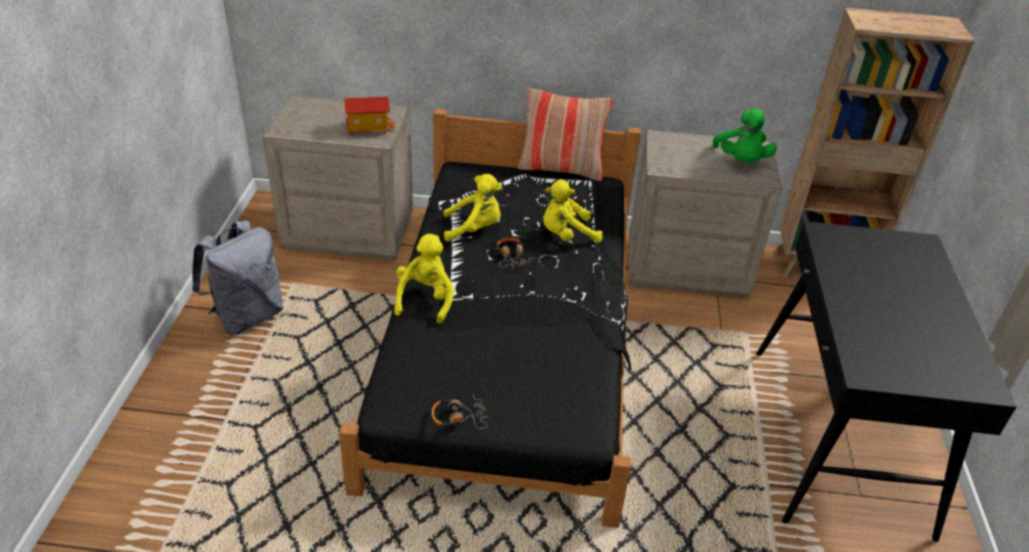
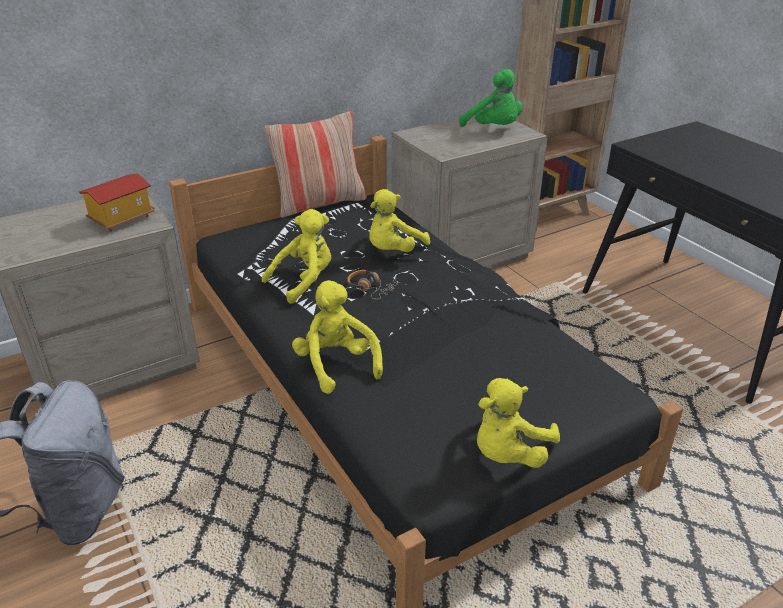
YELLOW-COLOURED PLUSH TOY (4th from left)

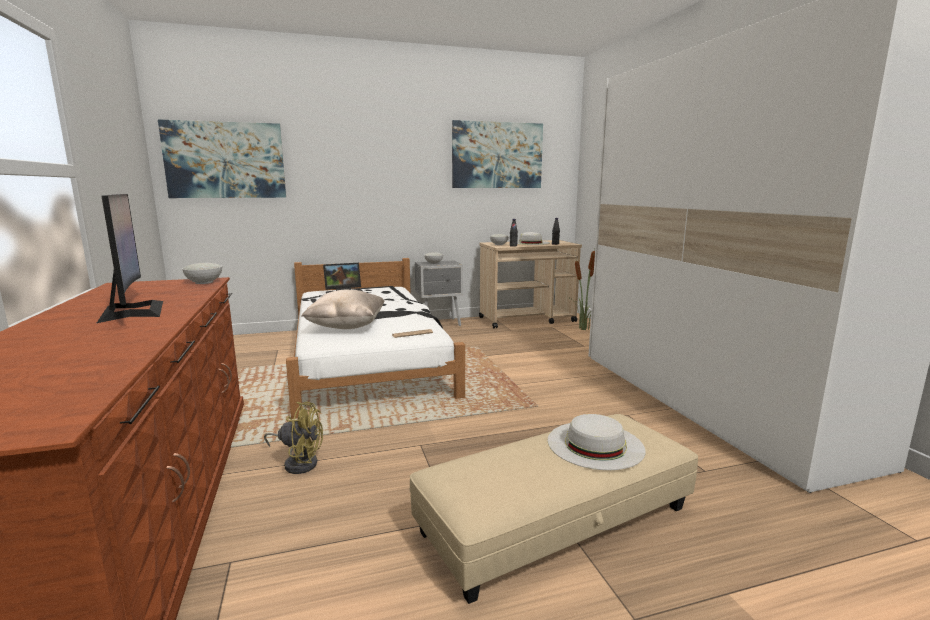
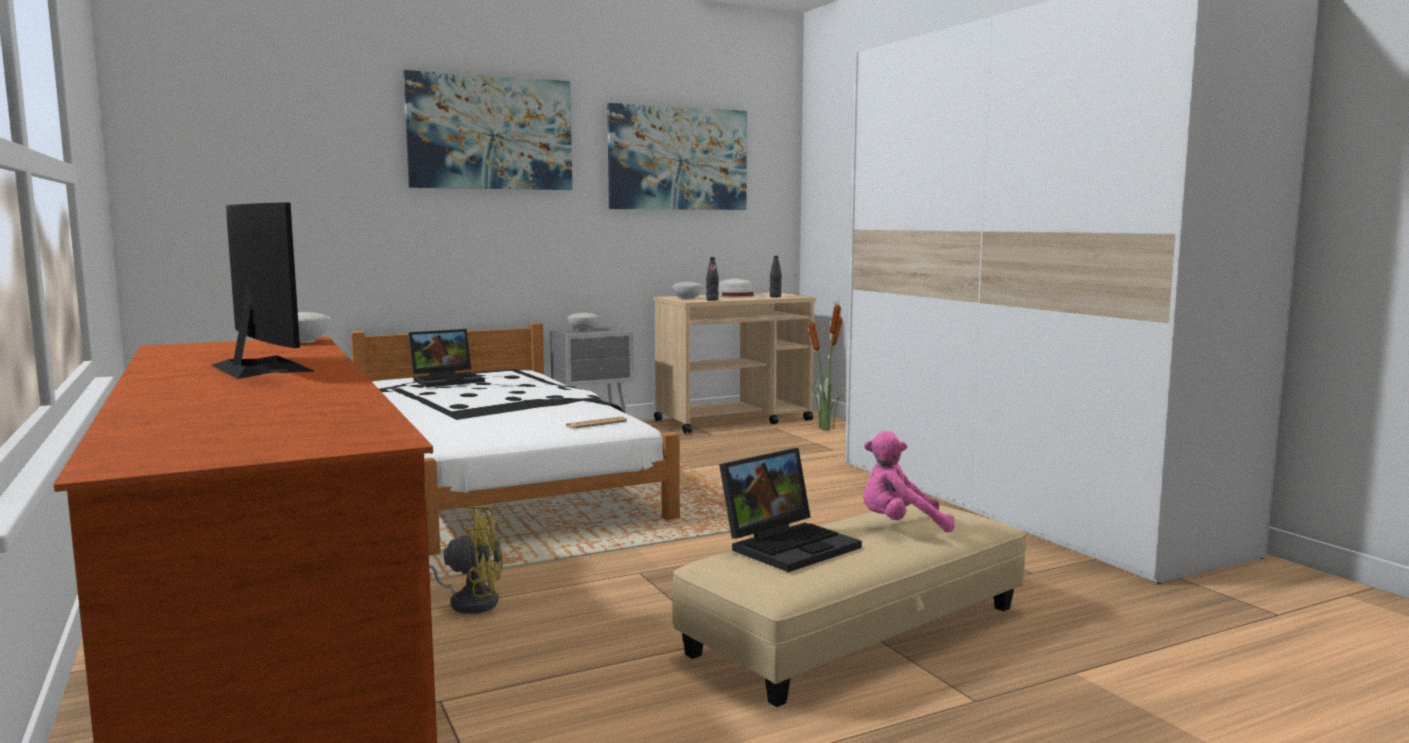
SAND-COLOURED PILLOW; LAPTOP (2nd from left); WALL PICTURE (1st from left); PINK-COLOURED PLUSH TOY

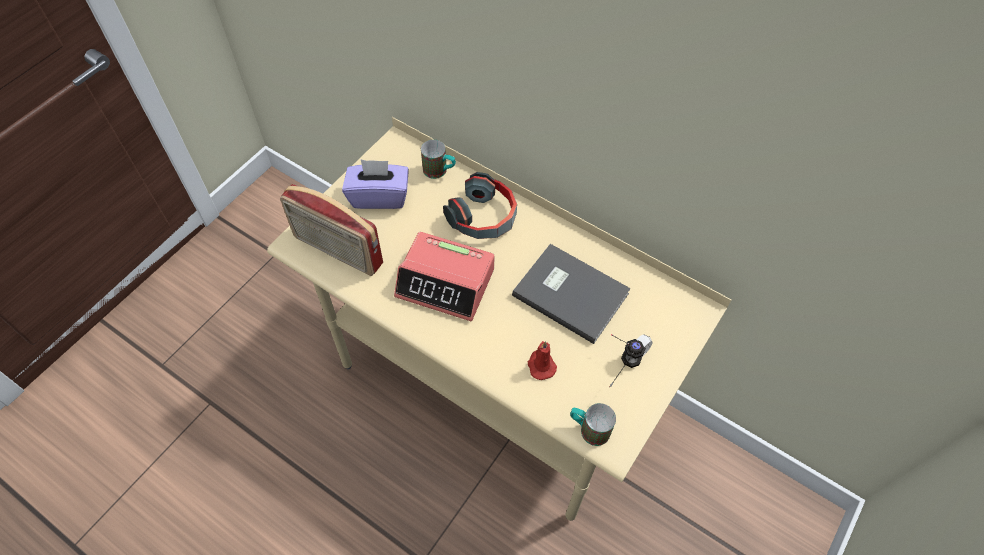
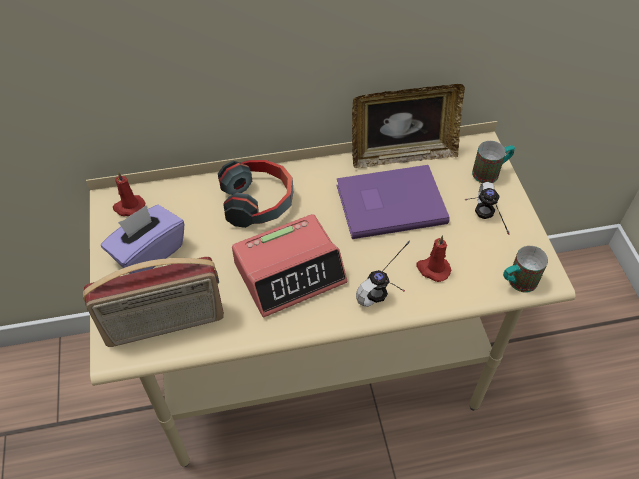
REDDISH CANDLE (1st from left); STANDING FRAME; PAIR OF HEADPHONES (2nd from left); TEA MUG (1st from left); PURPLISH VOLUME

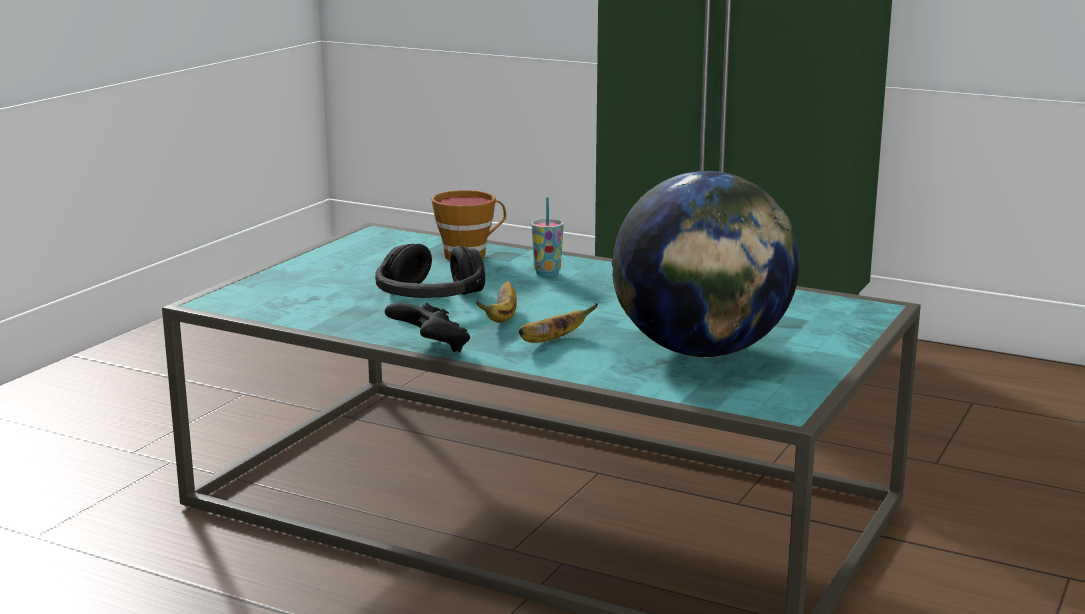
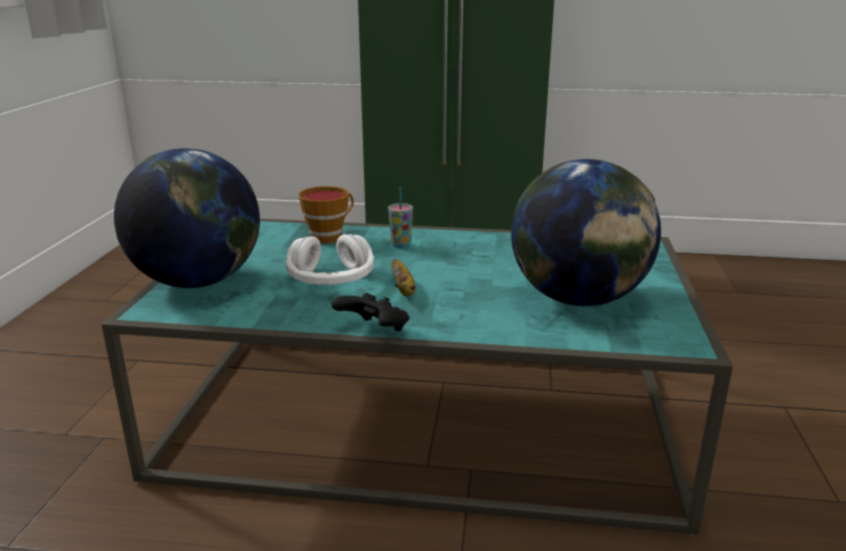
BANANA FRUIT (2nd from left in the first image); GLOBE (1st from left); WHITISH PAIR OF HEADPHONES

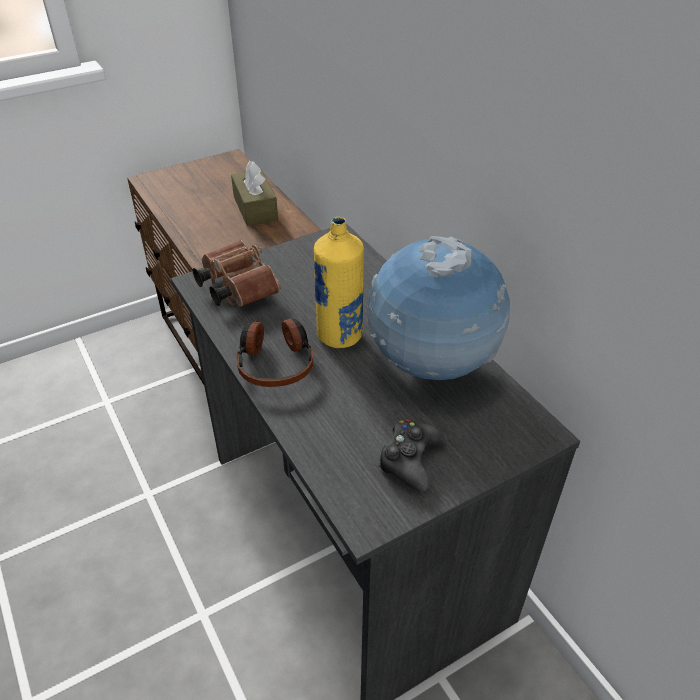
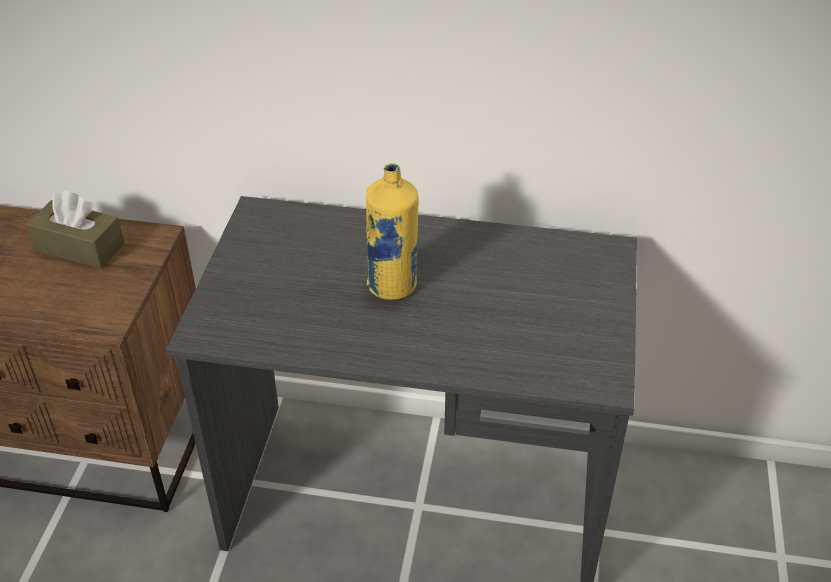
BROWN-COLOURED FIELD GLASSES; PAIR OF HEADPHONES; GLOBE; BLACK-COLOURED GAMEPAD

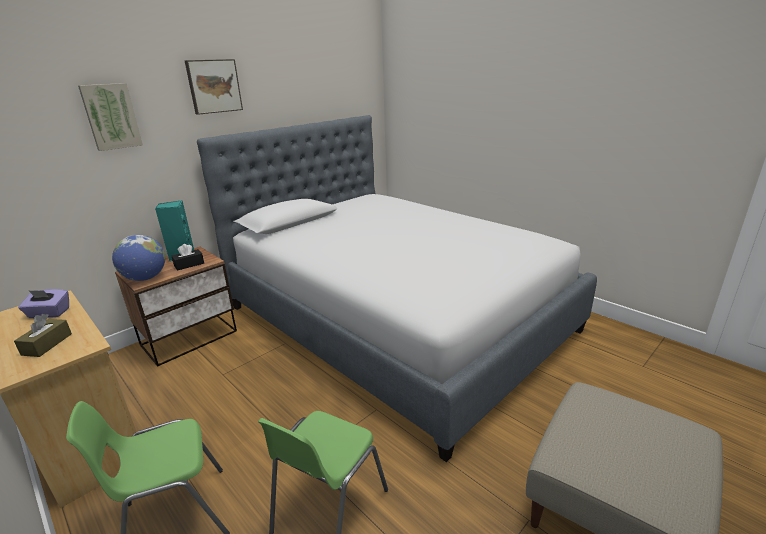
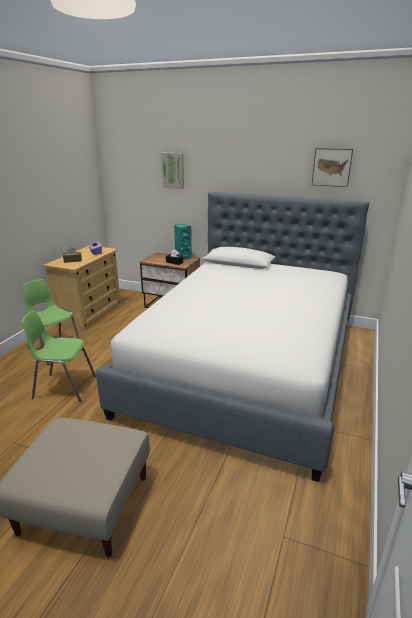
GLOBE; WALL PICTURE (2nd from left)

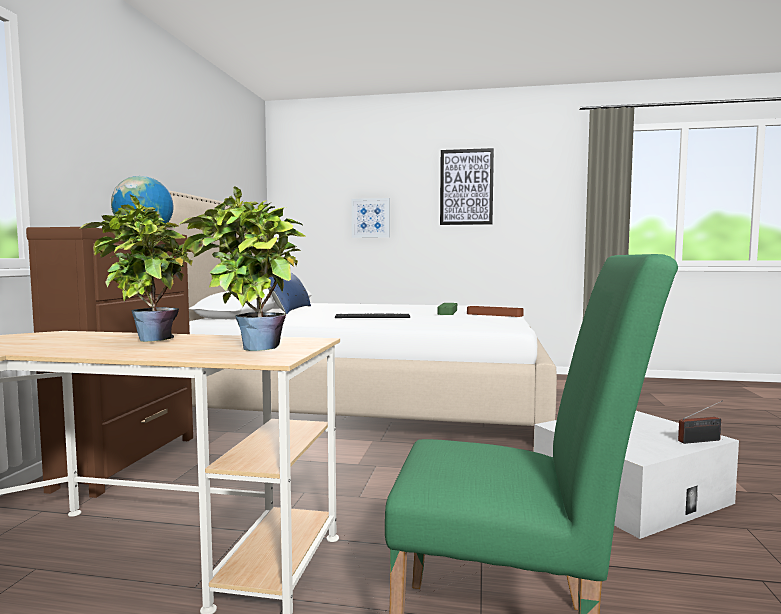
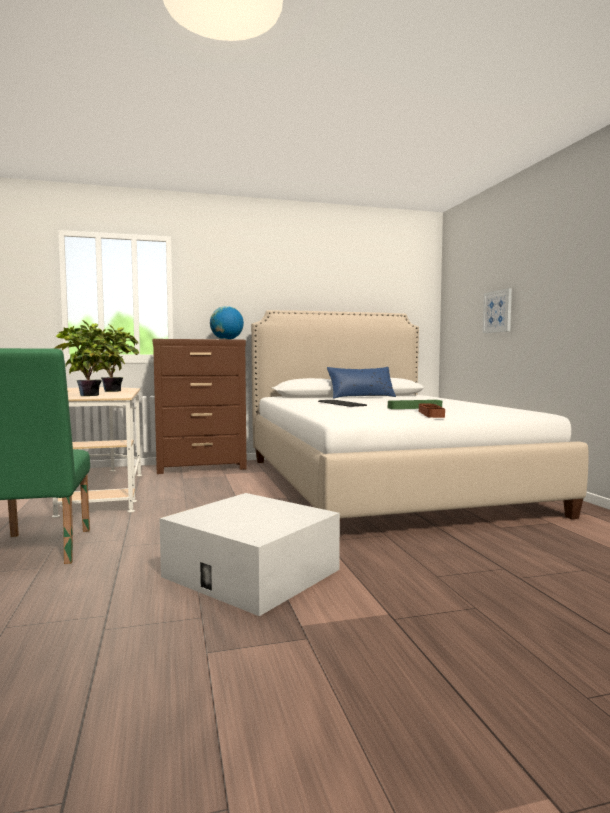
WALL PICTURE (2nd from left in the first image); RADIO SET

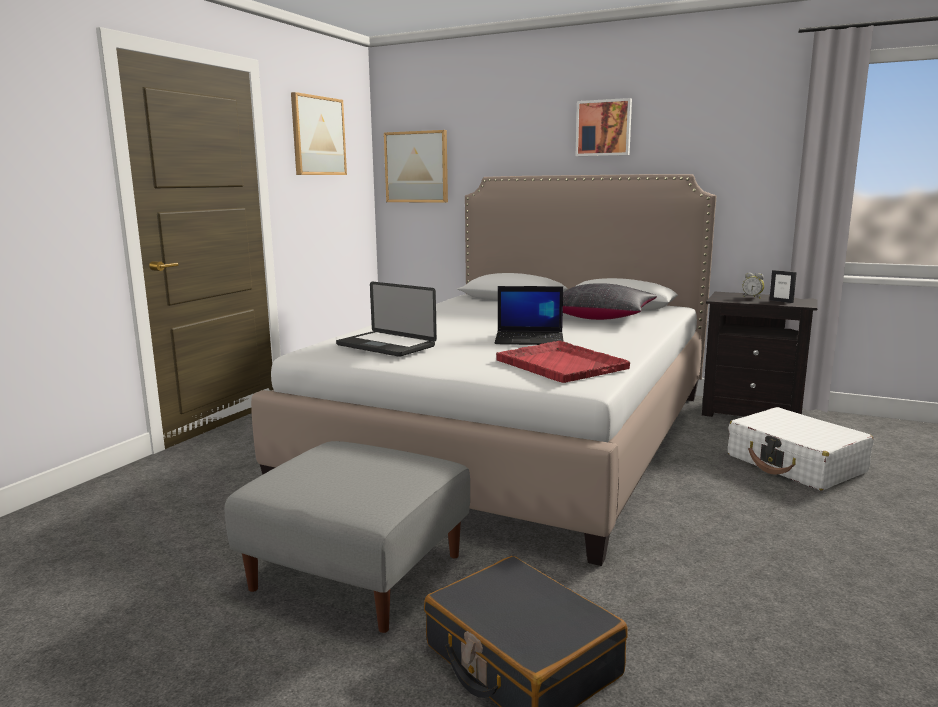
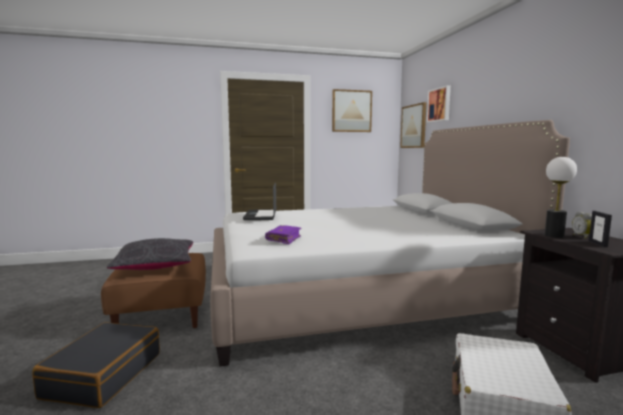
LAPTOP (2nd from left in the first image); TABLETOP LAMP; BLACK-COLOURED PILLOW; WALL PICTURE (3rd from left); PURPLISH VOLUME; BROWN-COLOURED POUFFE

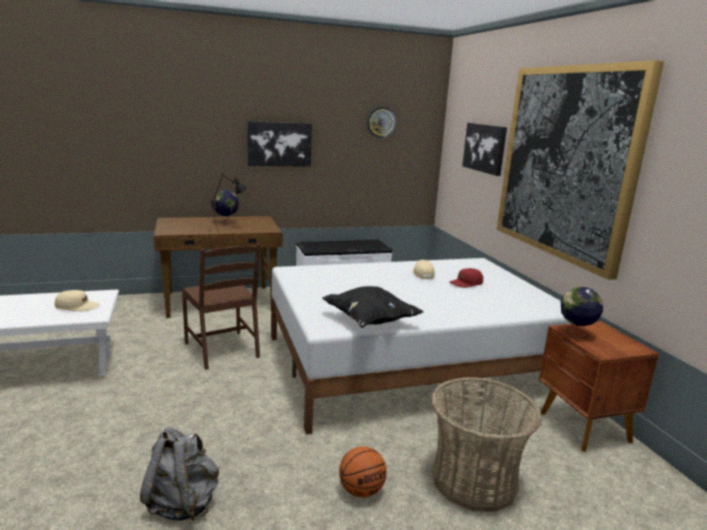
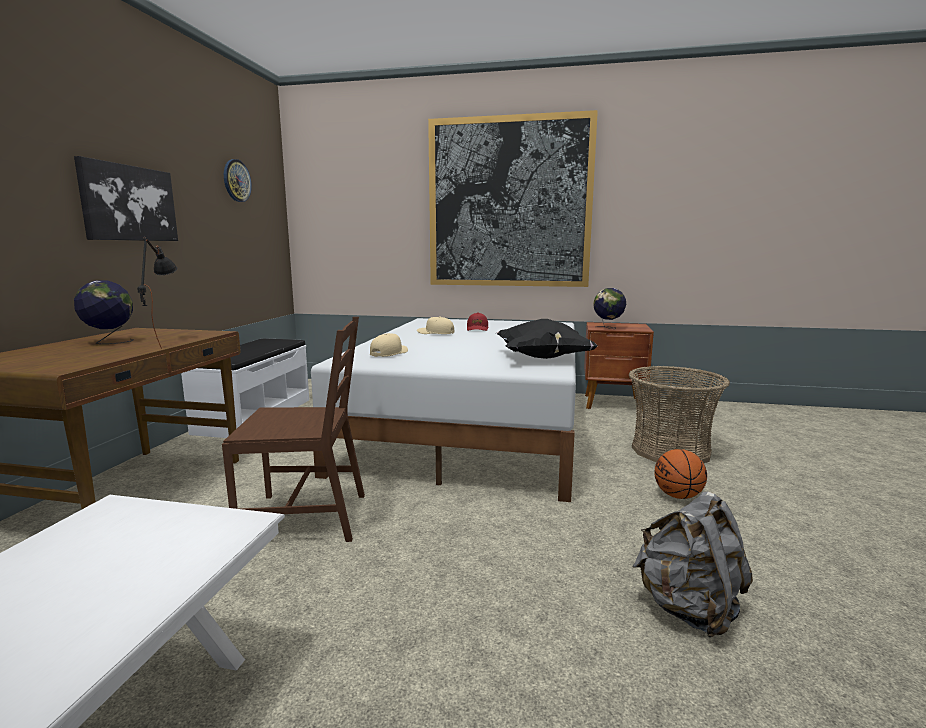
WALL PICTURE (2nd from left in the first image); SAND-COLOURED PEAKED CAP (1st from left)

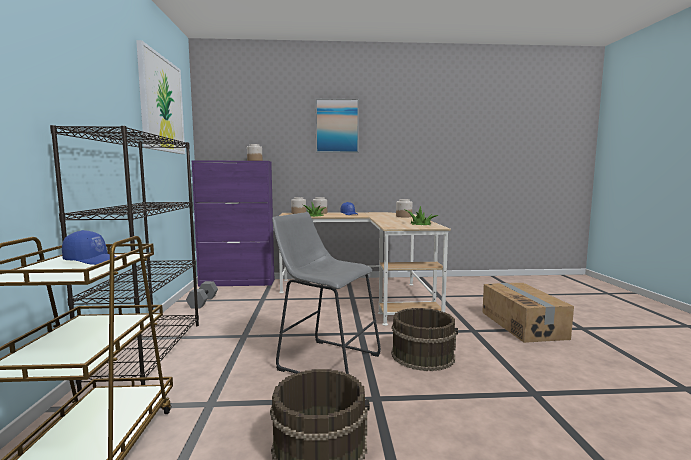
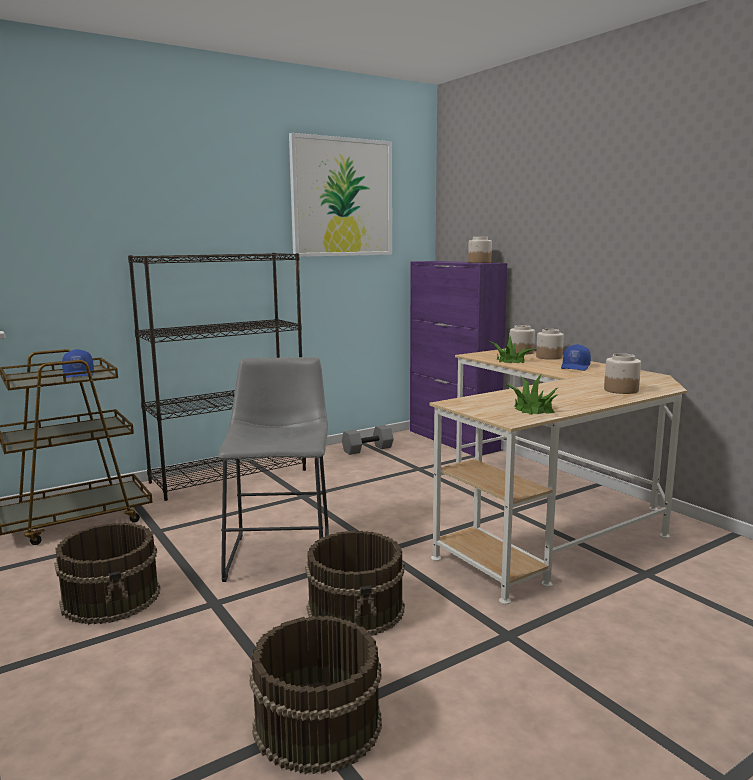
WALL PICTURE (2nd from left in the first image); CARDBOARD BOX; BROWN-COLOURED PAIL (2nd from left)

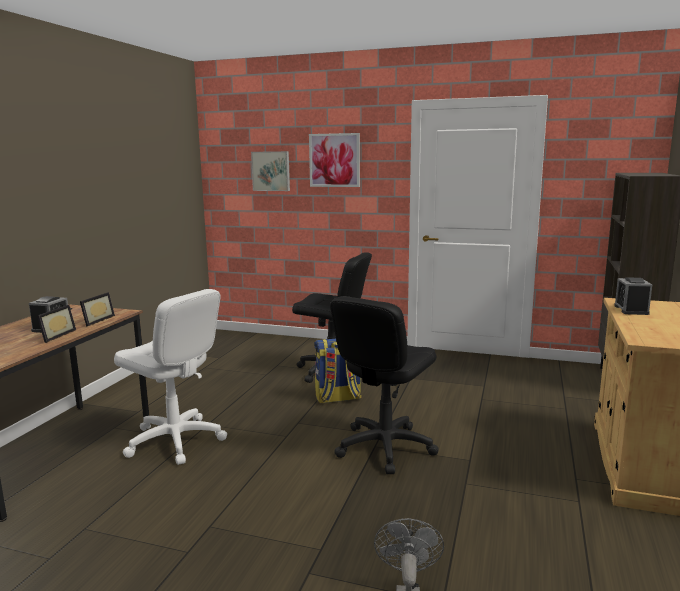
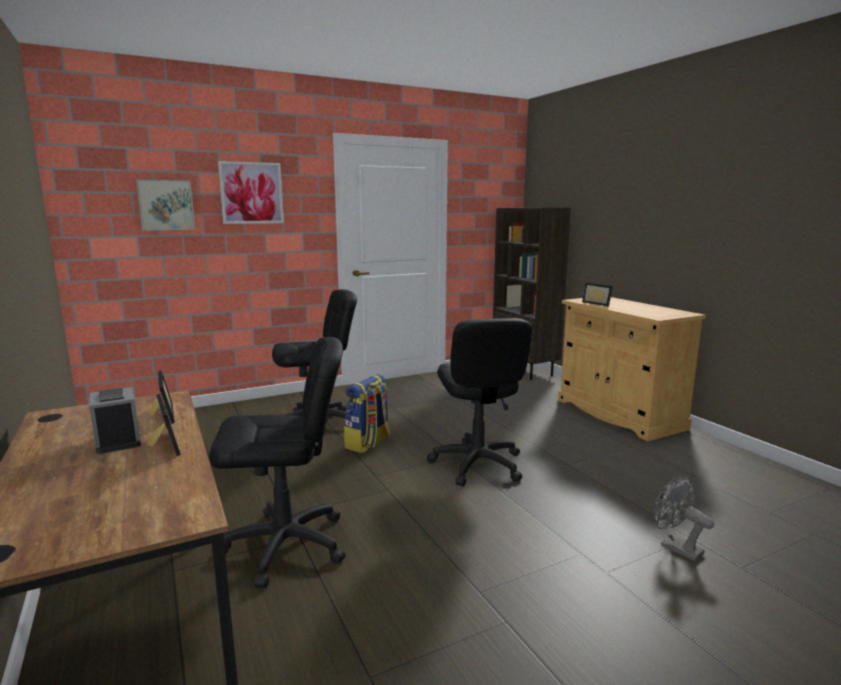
STANDING FRAME (3rd from left); BLACK-COLOURED COMPUTER CHAIR (1st from left)

